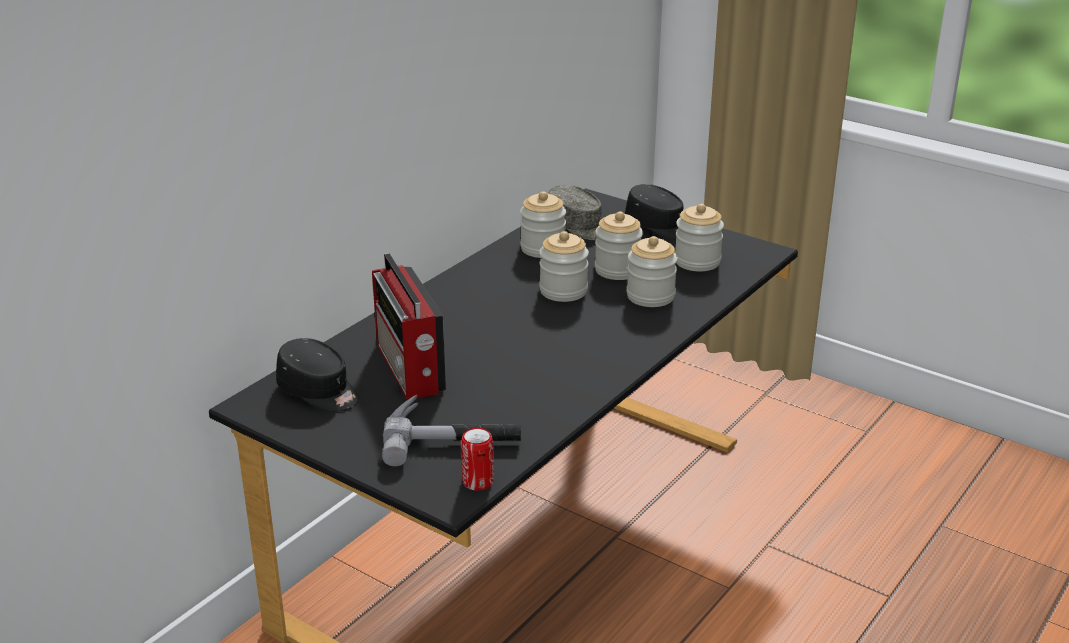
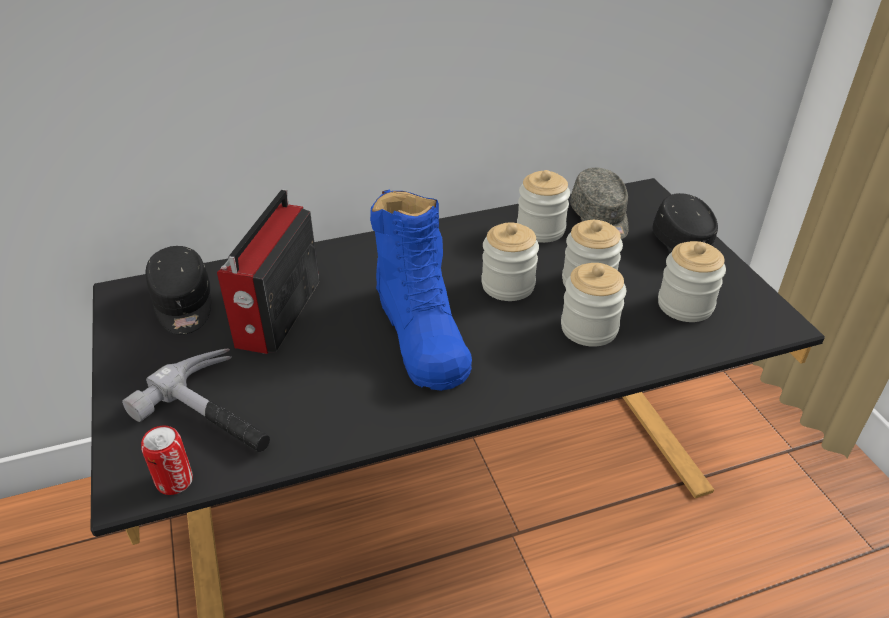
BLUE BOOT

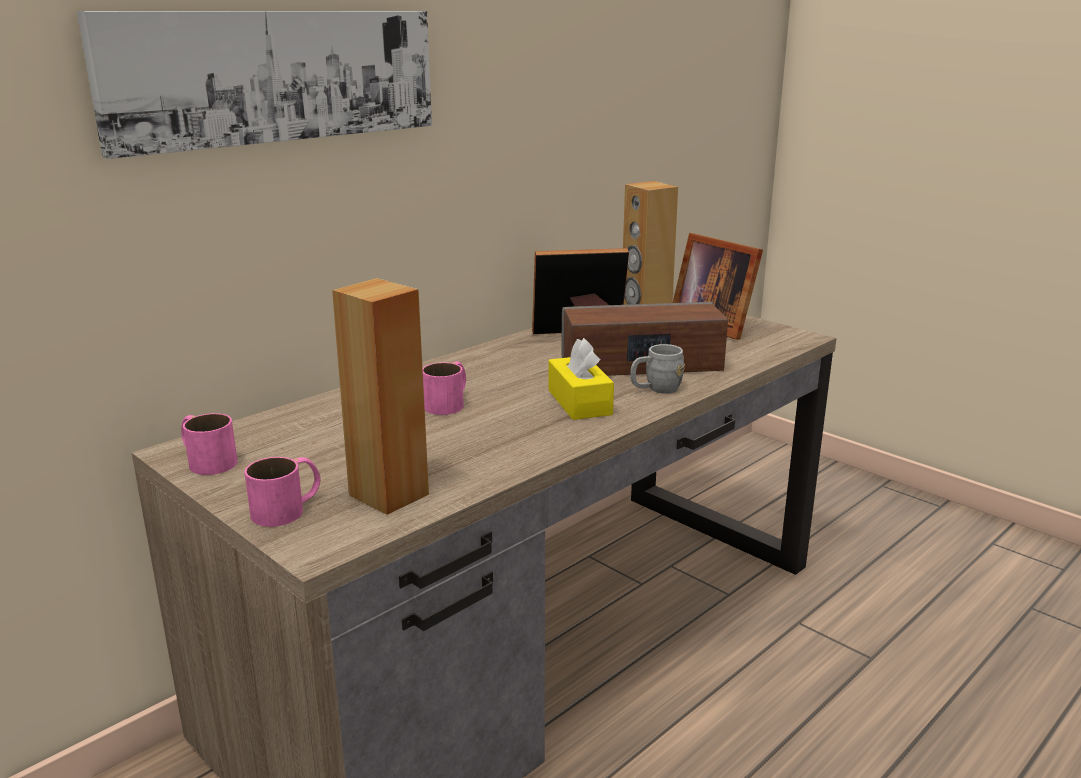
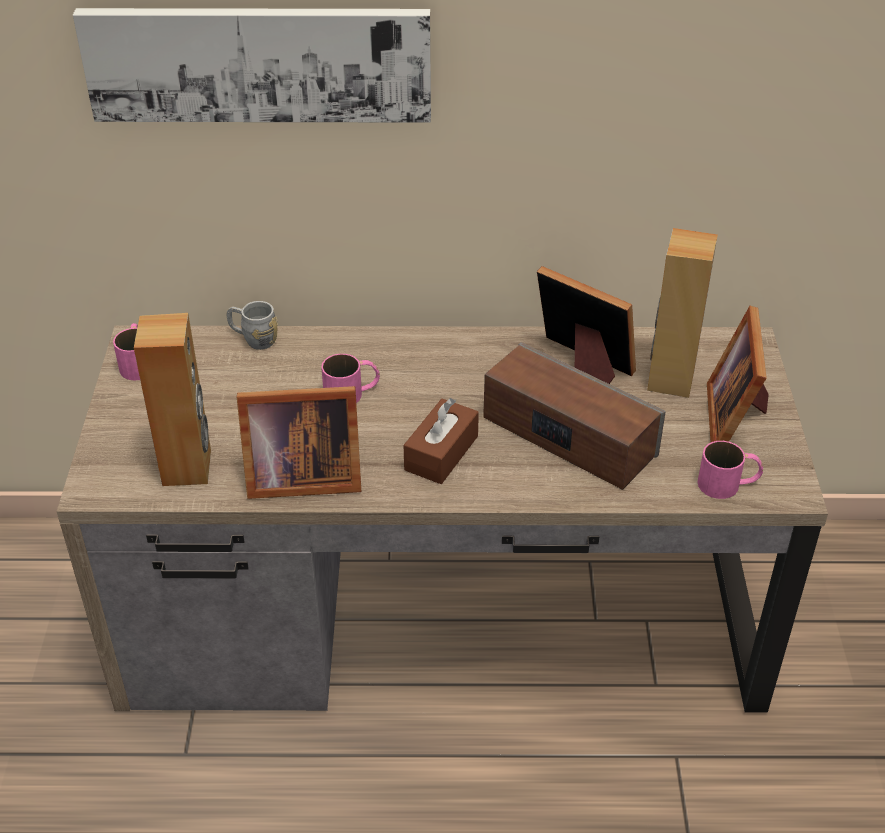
STANDING FRAME (1st from left); PINK-COLOURED TEA MUG (3rd from left); GREY TEA MUG; BROWN-COLOURED TISSUE HOLDER

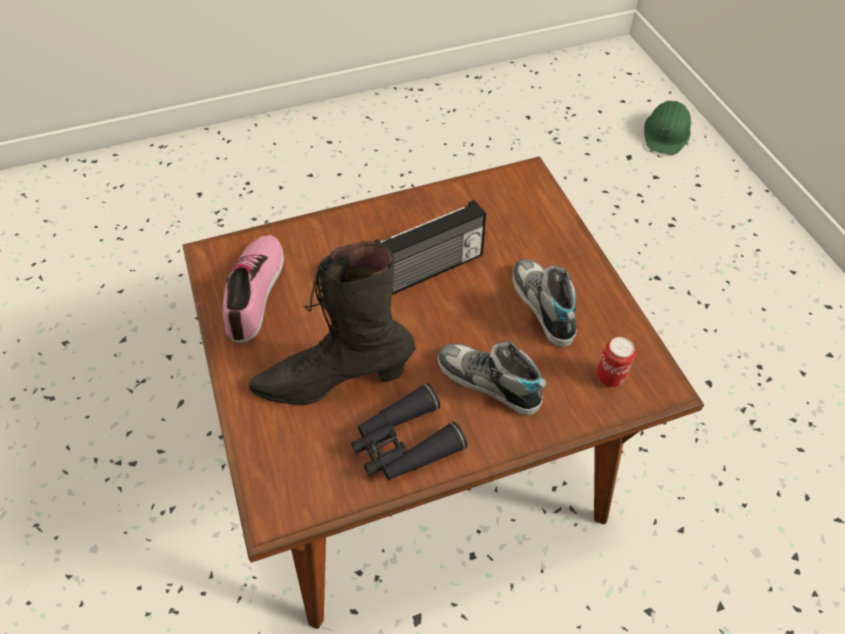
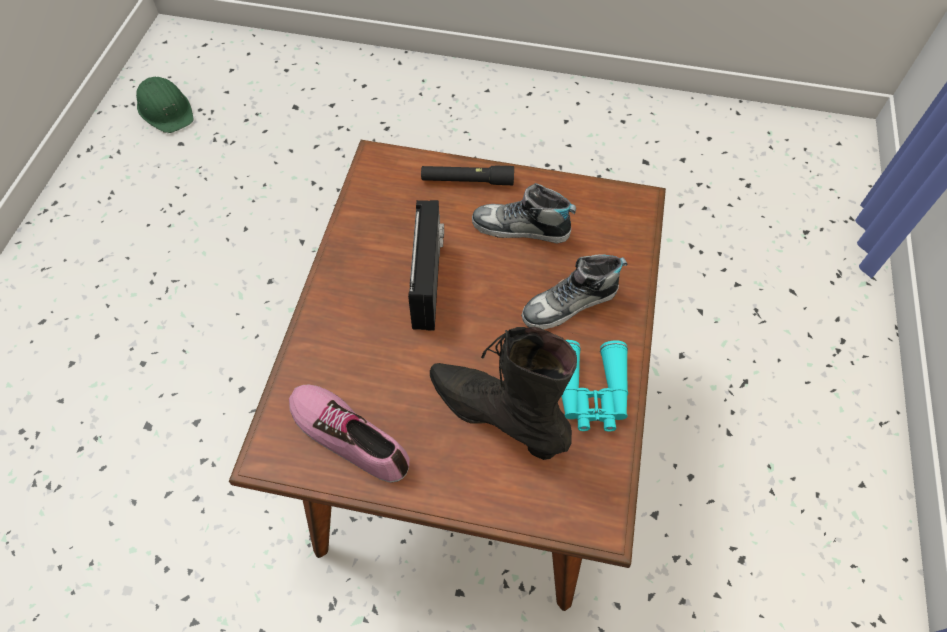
METAL CAN; BLACK-COLOURED FLASHLIGHT; GREENISH SAFETY HELMET; TURQUOISE-COLOURED FIELD GLASSES; BLACK-COLOURED BOOT

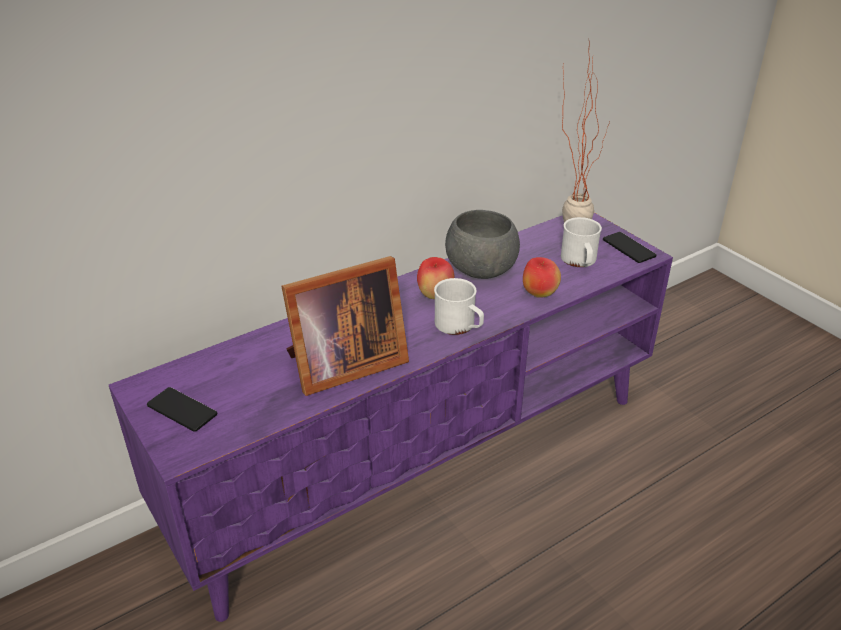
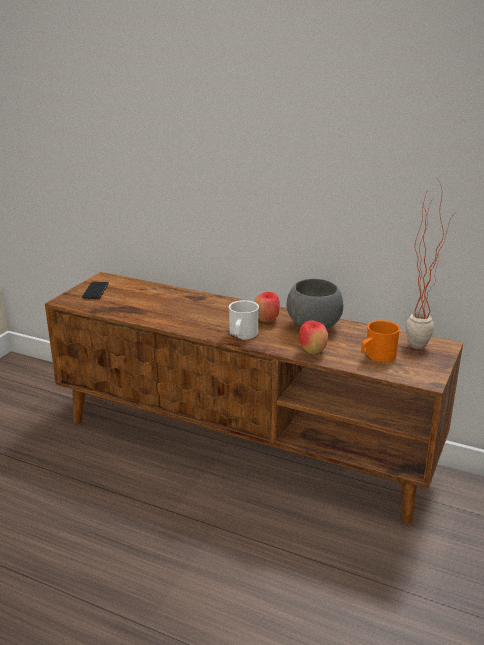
STANDING FRAME; PHONE (2nd from left in the first image); BROWN-COLOURED MEDIA CONSOLE; ORANGEY TEA MUG

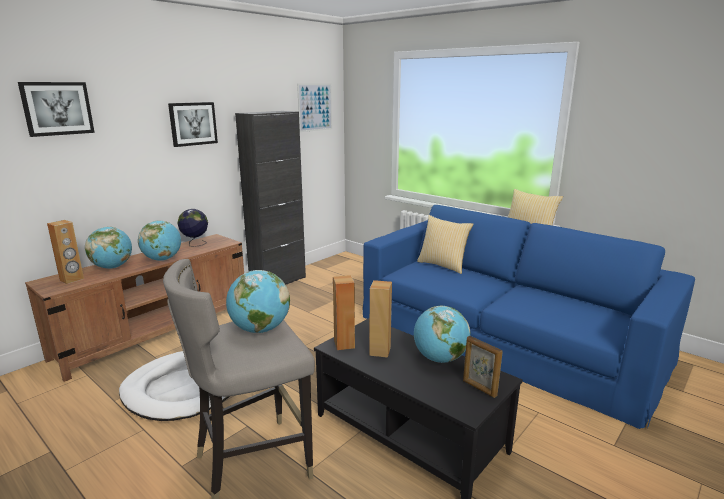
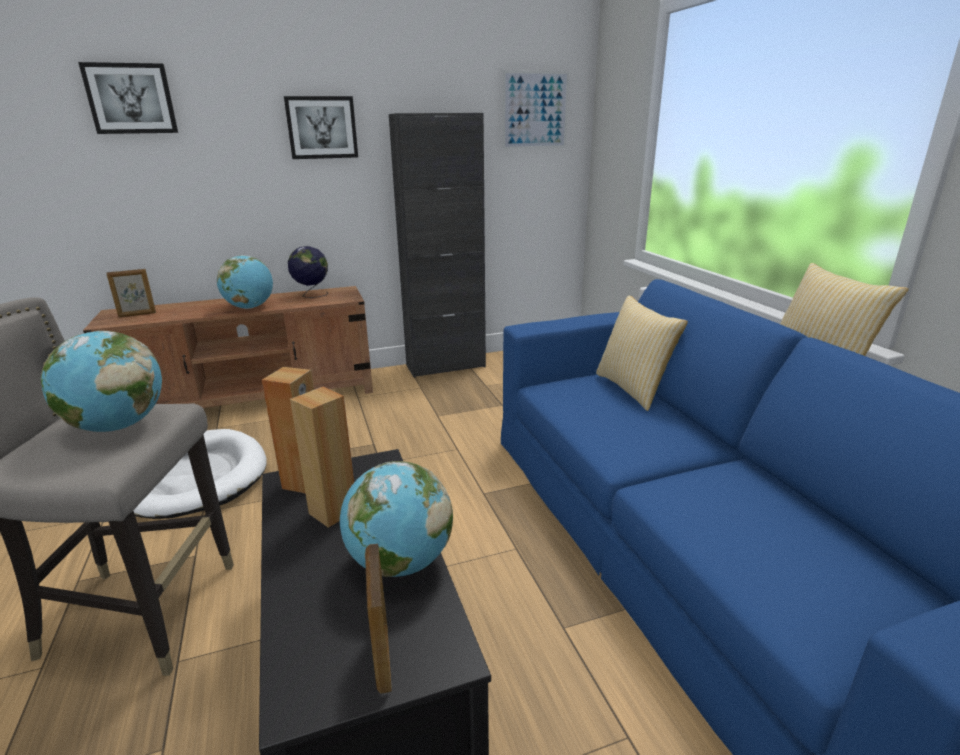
GLOBE (1st from left in the first image); STANDING FRAME (1st from left)

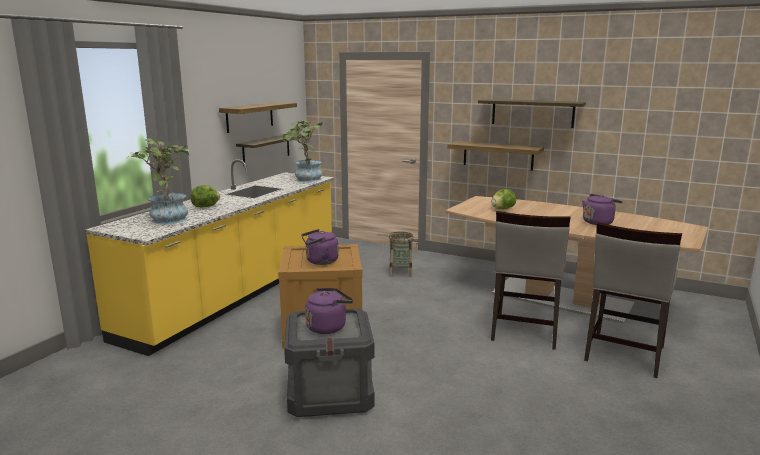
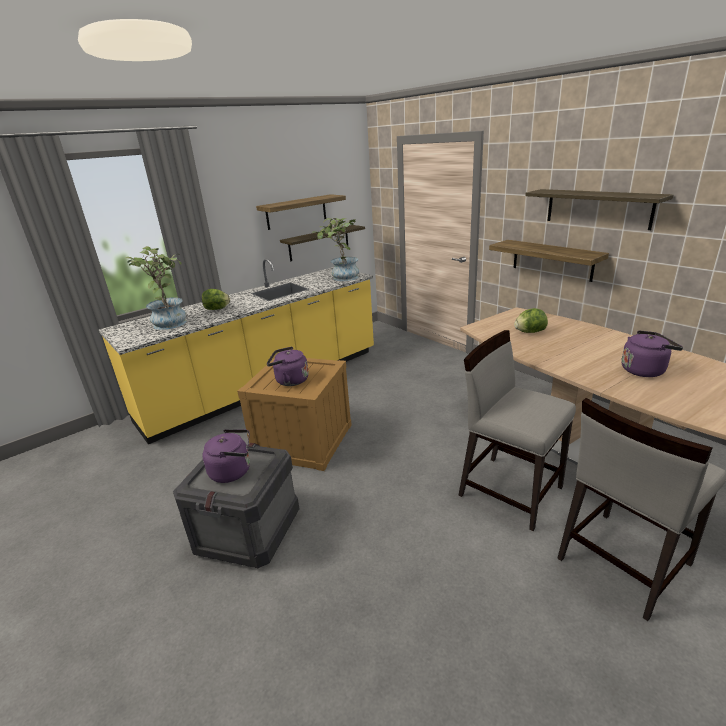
HOUSEHOLD BASKET; GREY PLAIN CHAIR (1st from left)

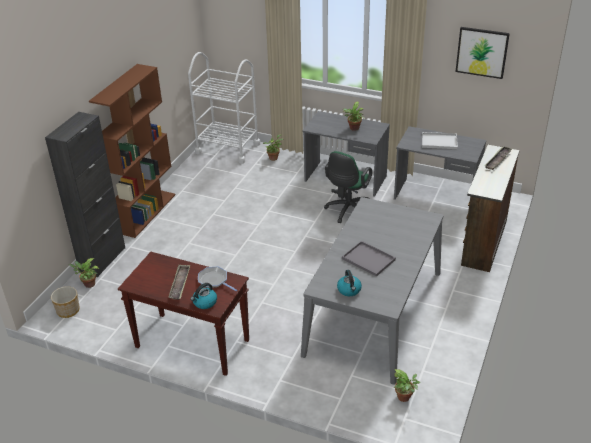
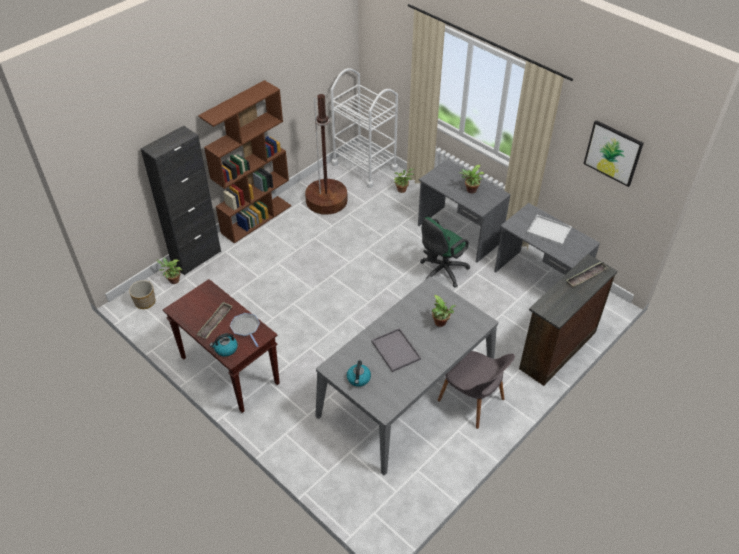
BROWN-COLOURED STANDING LAMP; GREY PLAIN CHAIR; HOUSEPLANT (3rd from left)

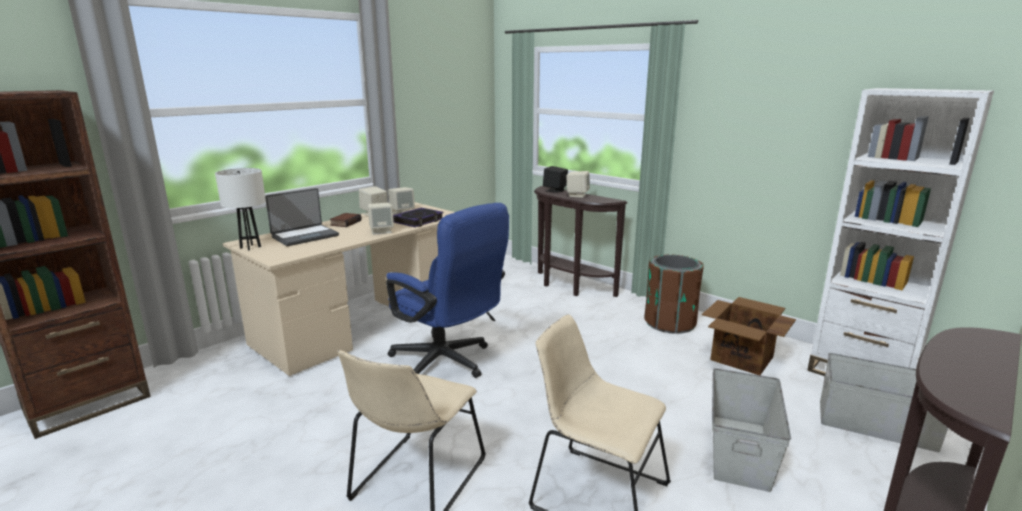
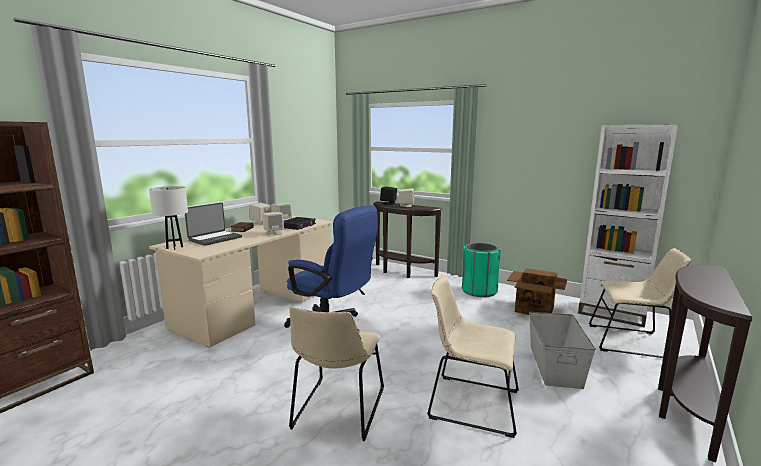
SAND-COLOURED PLAIN CHAIR (3rd from left); GREENISH RUBBISH BIN

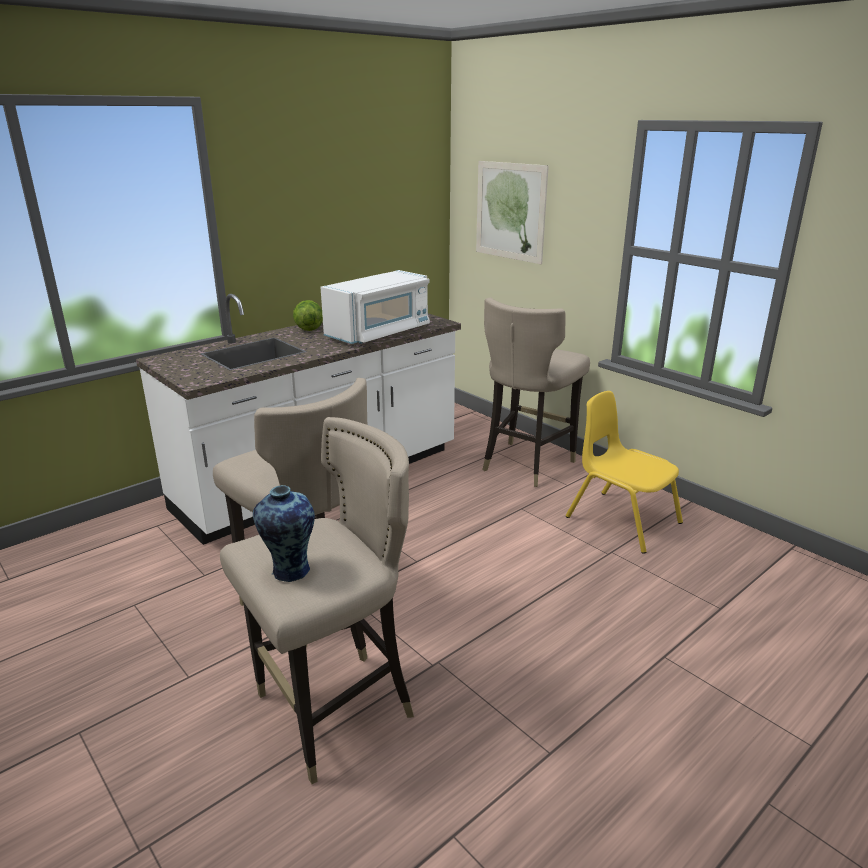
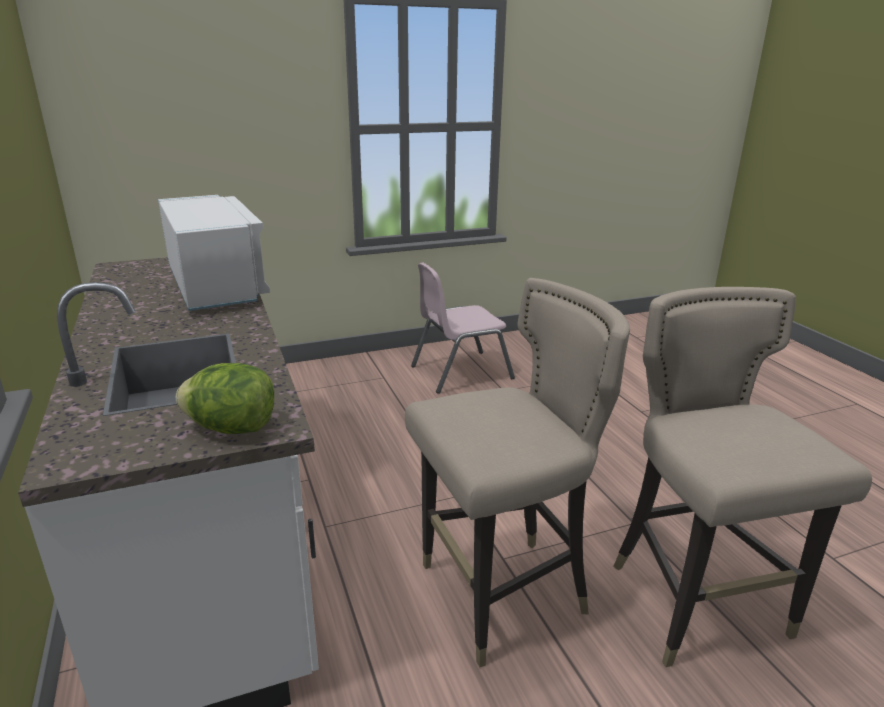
VASE; WALL PICTURE; SAND-COLOURED SITTING STOOL (3rd from left in the first image); LETTUCE HEAD; PINK-COLOURED PLAIN CHAIR

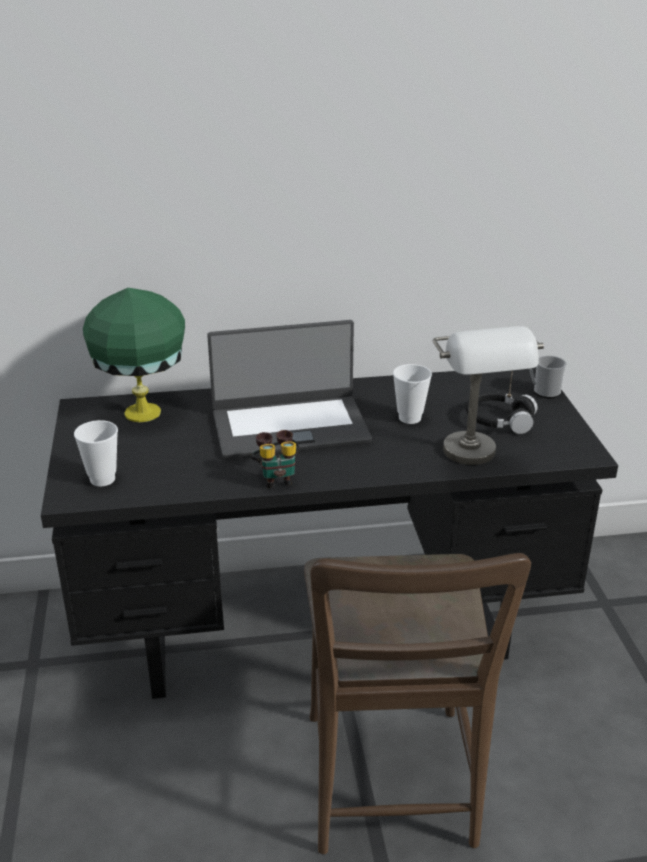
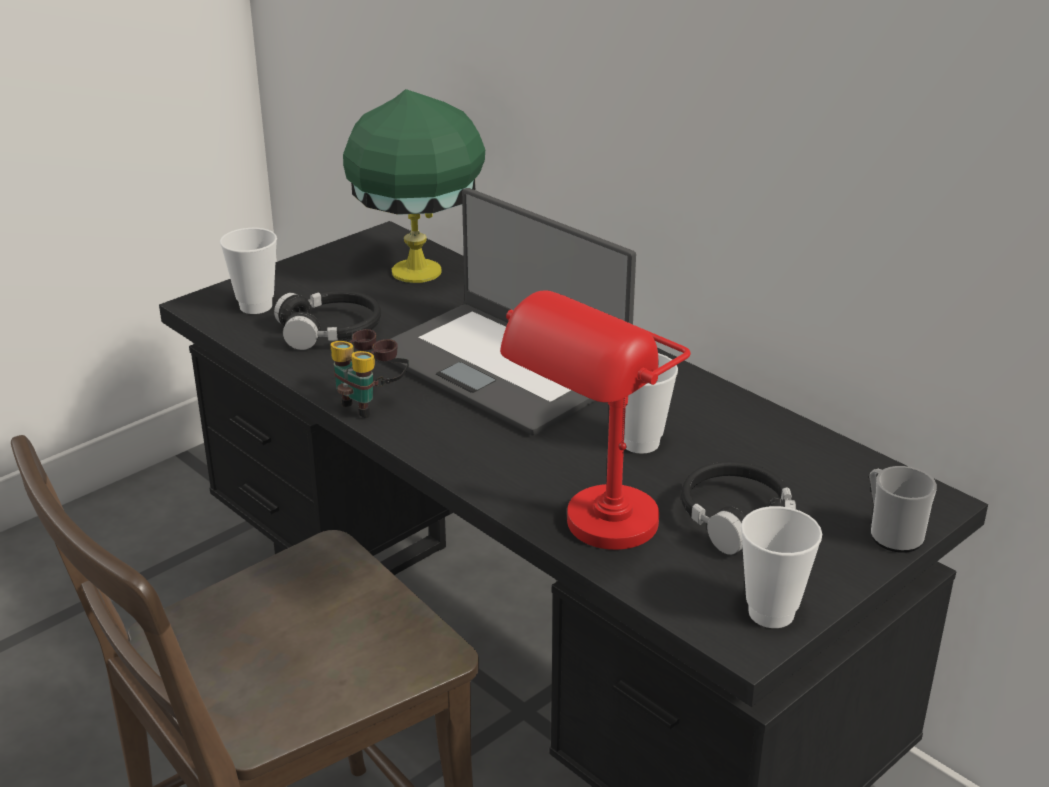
BLACK-COLOURED PAIR OF HEADPHONES (1st from left); DRINKING CUP (3rd from left); REDDISH TABLETOP LAMP

